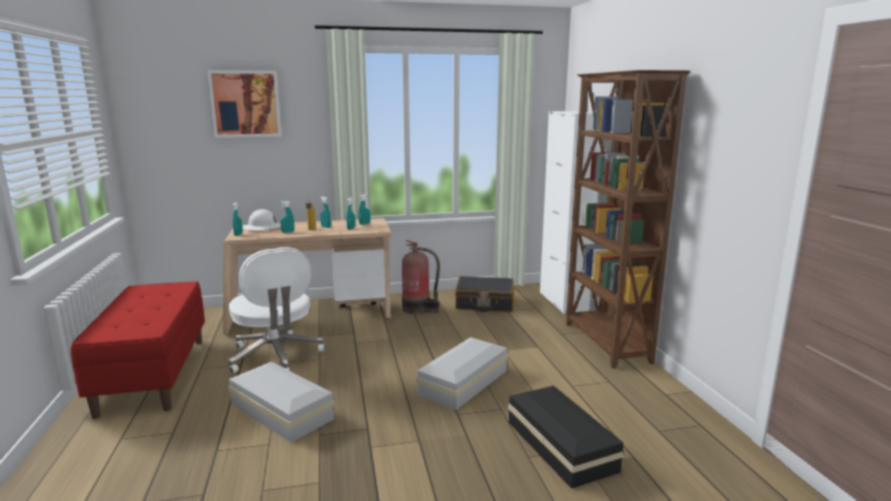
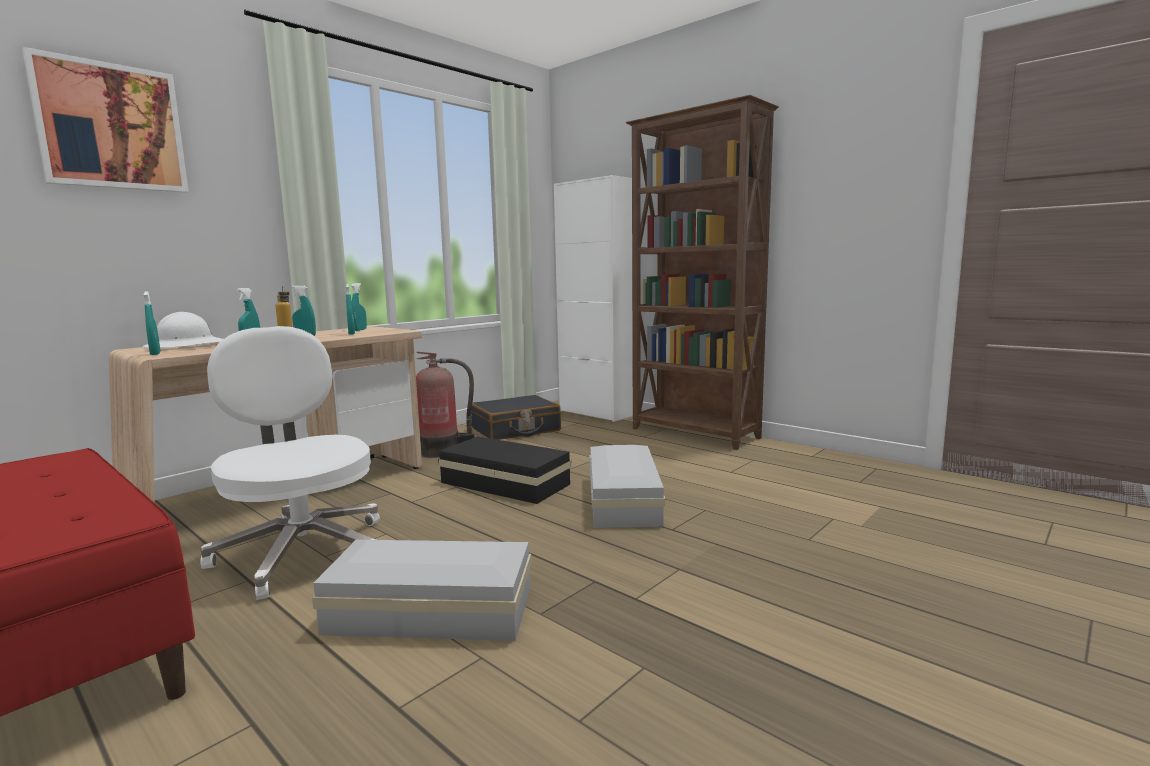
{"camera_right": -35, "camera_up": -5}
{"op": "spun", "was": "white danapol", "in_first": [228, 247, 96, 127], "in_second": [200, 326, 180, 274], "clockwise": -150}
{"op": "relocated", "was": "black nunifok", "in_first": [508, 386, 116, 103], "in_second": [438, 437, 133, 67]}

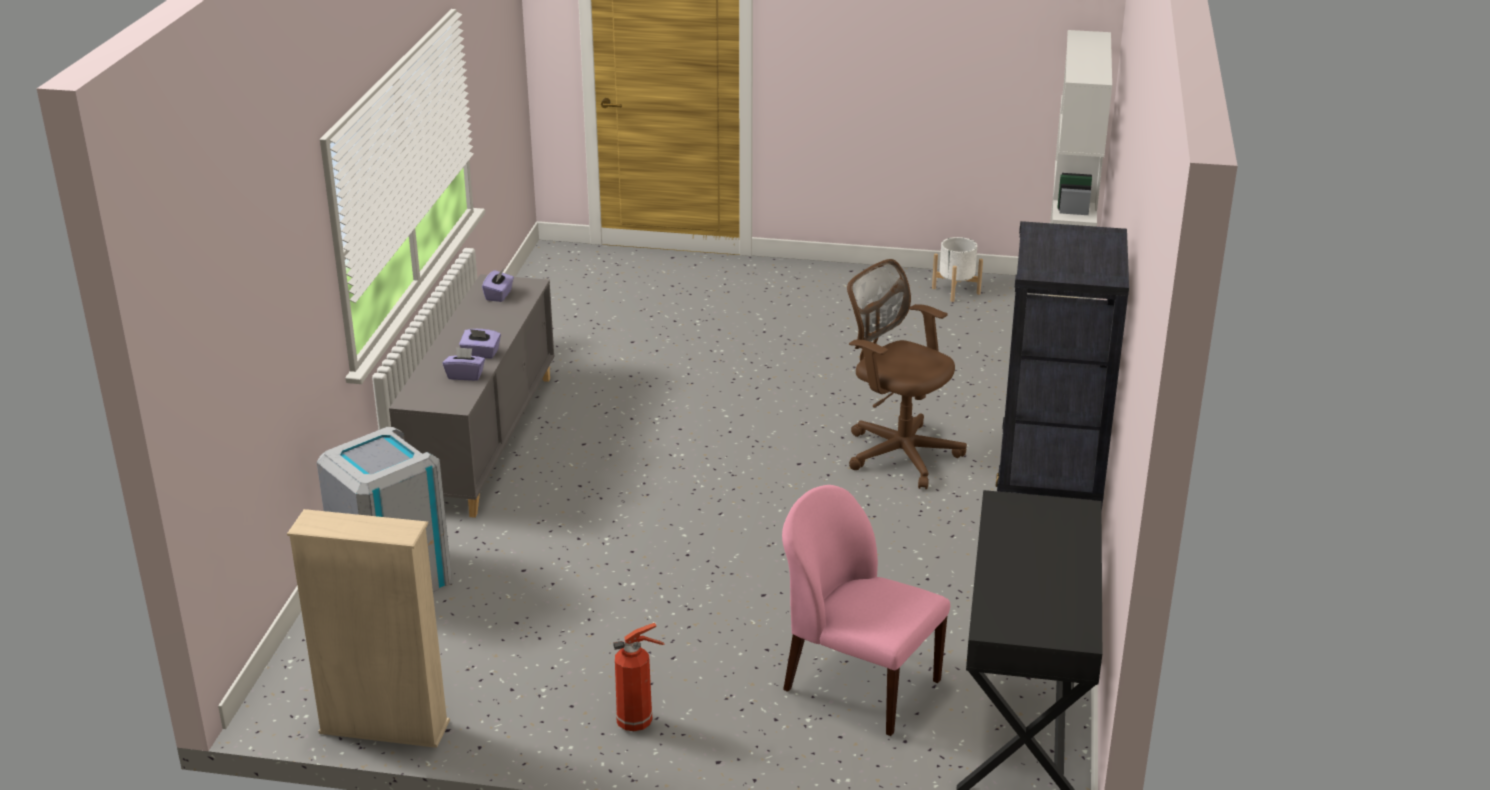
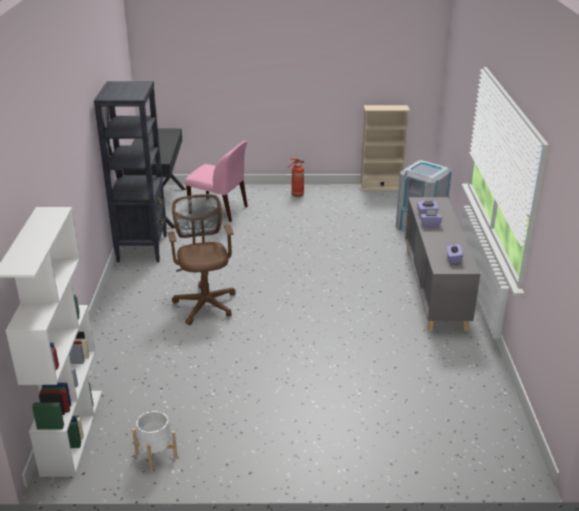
{"camera_right": 170, "camera_up": 0}
{"op": "spun", "was": "brown danapol", "in_first": [847, 259, 120, 230], "in_second": [167, 194, 69, 131], "clockwise": -135}

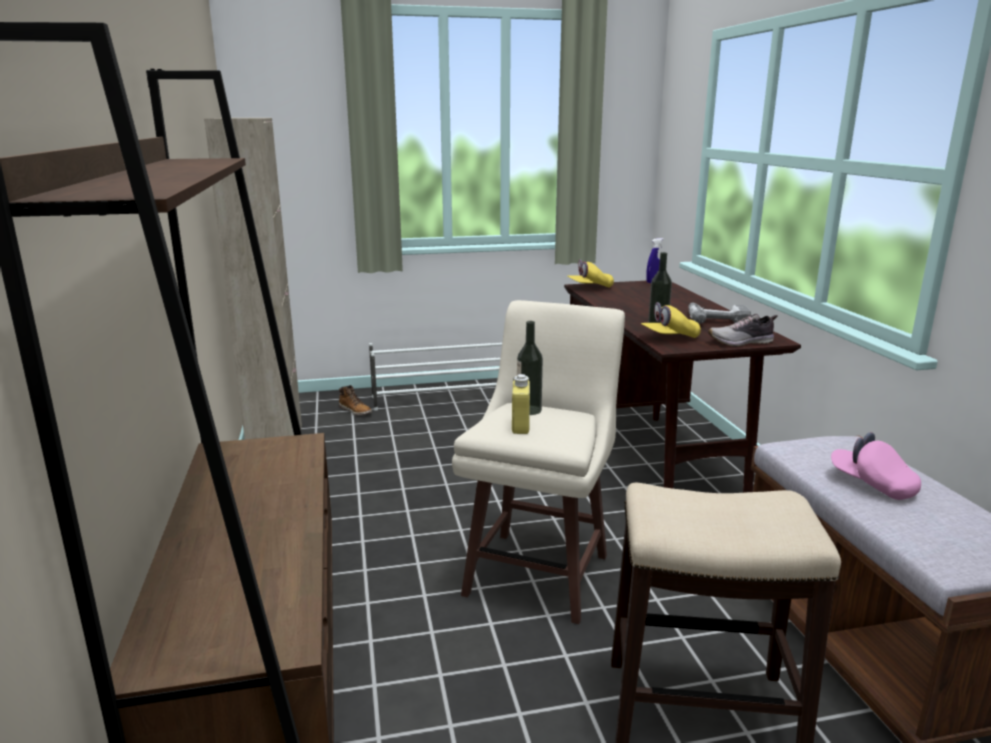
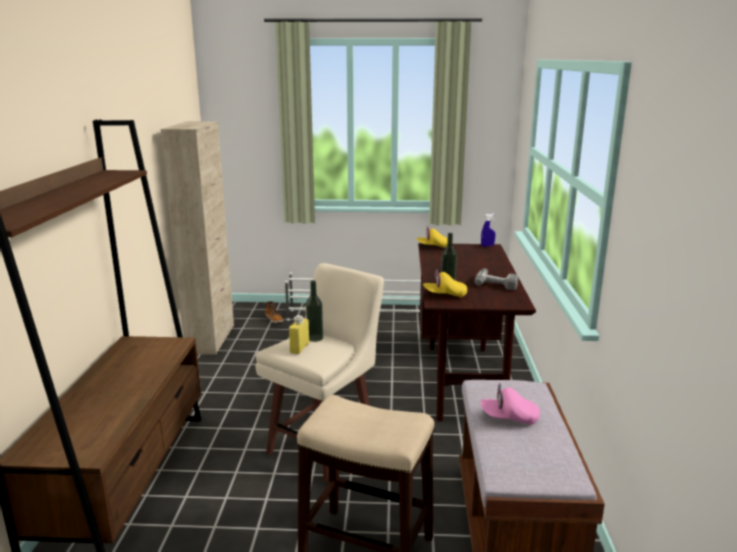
{"camera_right": 15, "camera_up": 0}
{"op": "spun", "was": "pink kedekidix", "in_first": [831, 432, 90, 68], "in_second": [480, 383, 60, 42], "clockwise": -60}
{"op": "missing", "was": "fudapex", "in_first": [708, 314, 70, 33]}

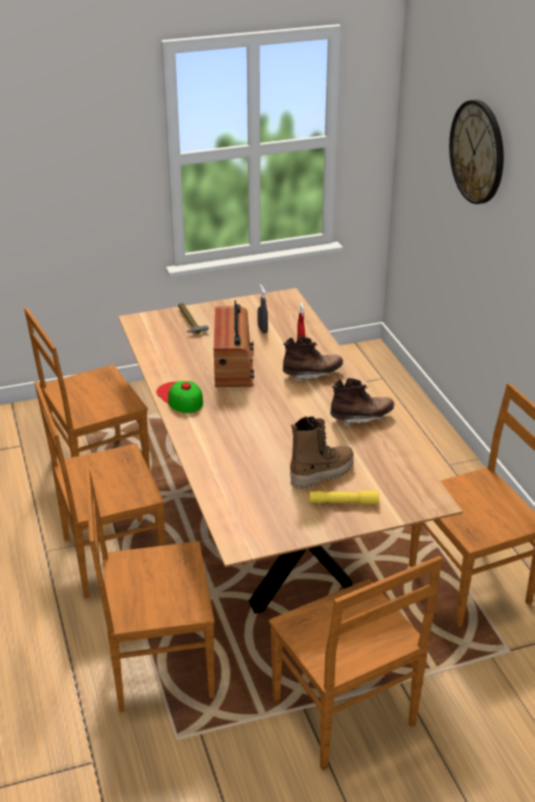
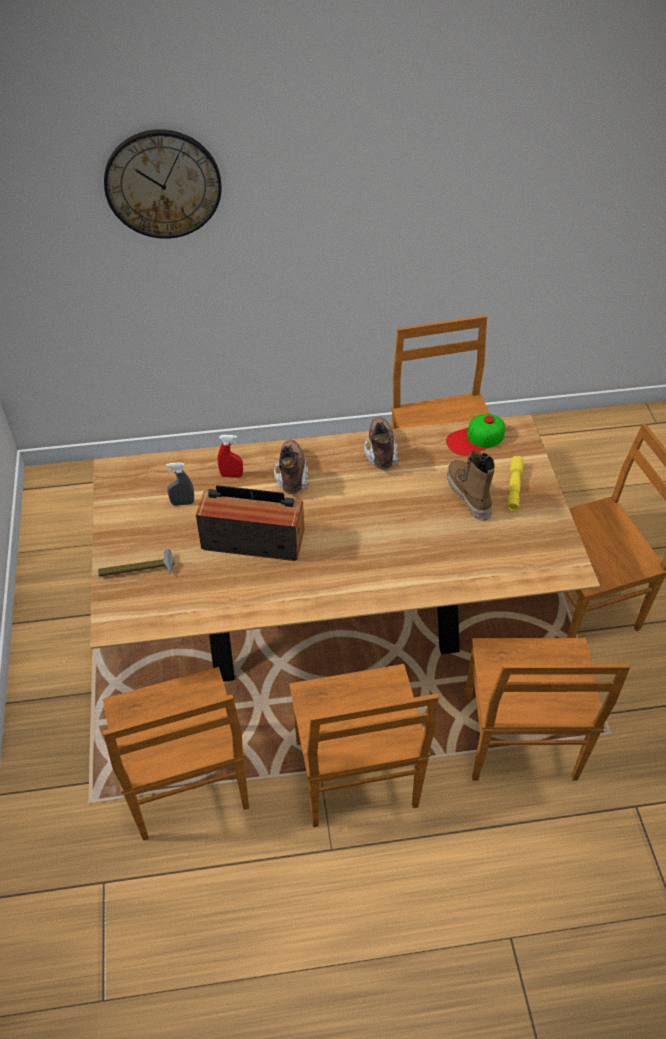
{"camera_right": -80, "camera_up": 15}
{"op": "relocated", "was": "kedekidix", "in_first": [156, 381, 47, 32], "in_second": [446, 414, 59, 42]}

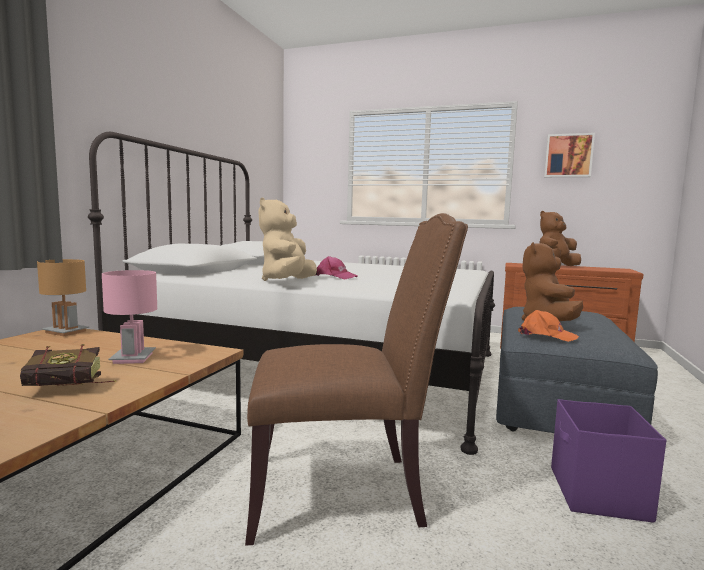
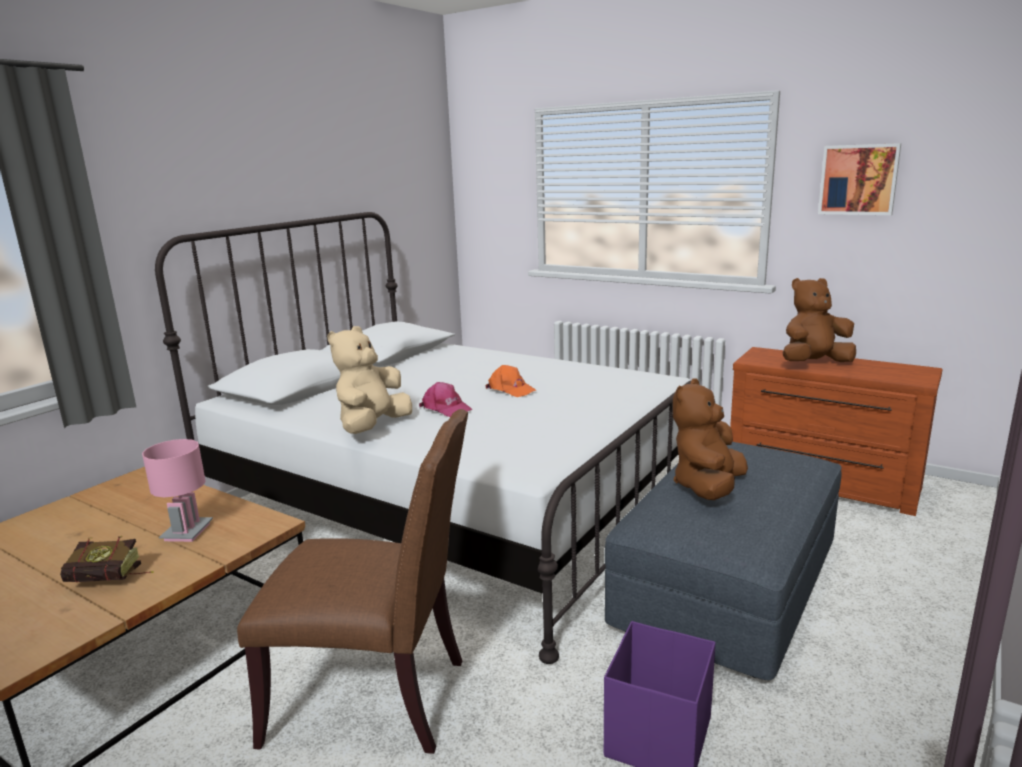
{"camera_right": 15, "camera_up": 10}
{"op": "relocated", "was": "orange kedekidix", "in_first": [518, 310, 61, 32], "in_second": [485, 365, 51, 32]}
{"op": "missing", "was": "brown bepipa", "in_first": [37, 259, 52, 77]}

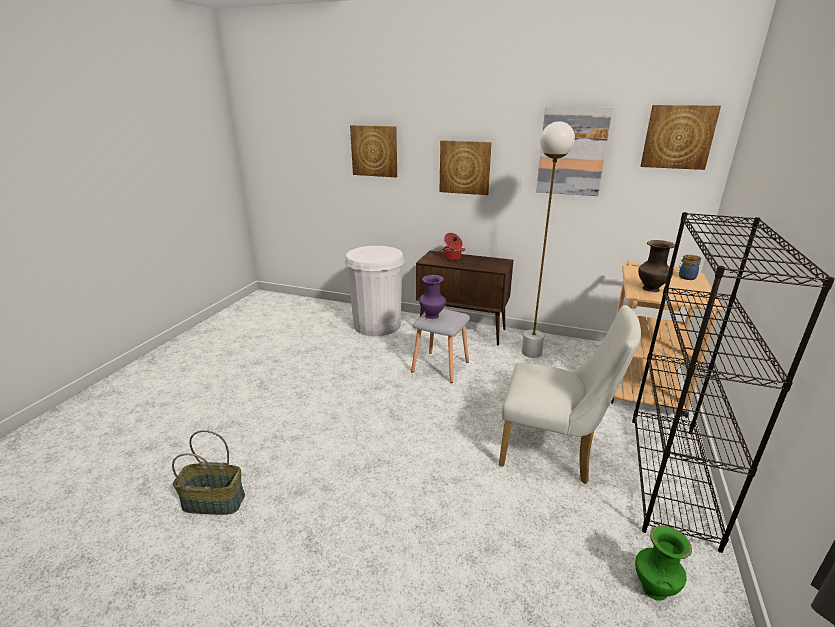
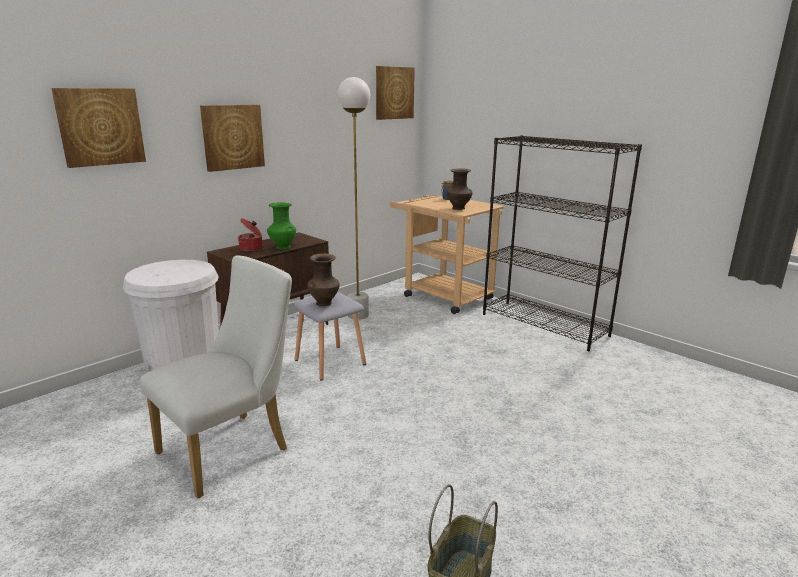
{"camera_right": -65, "camera_up": -5}
{"op": "relocated", "was": "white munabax", "in_first": [499, 305, 142, 179], "in_second": [140, 256, 152, 243]}
{"op": "relocated", "was": "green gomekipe", "in_first": [635, 525, 57, 75], "in_second": [267, 202, 29, 48]}
{"op": "colour", "was": "purple gomekipe", "now": "brown gomekipe", "in_first": [419, 275, 27, 44], "in_second": [307, 254, 33, 53]}
{"op": "missing", "was": "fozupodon", "in_first": [536, 107, 77, 89]}

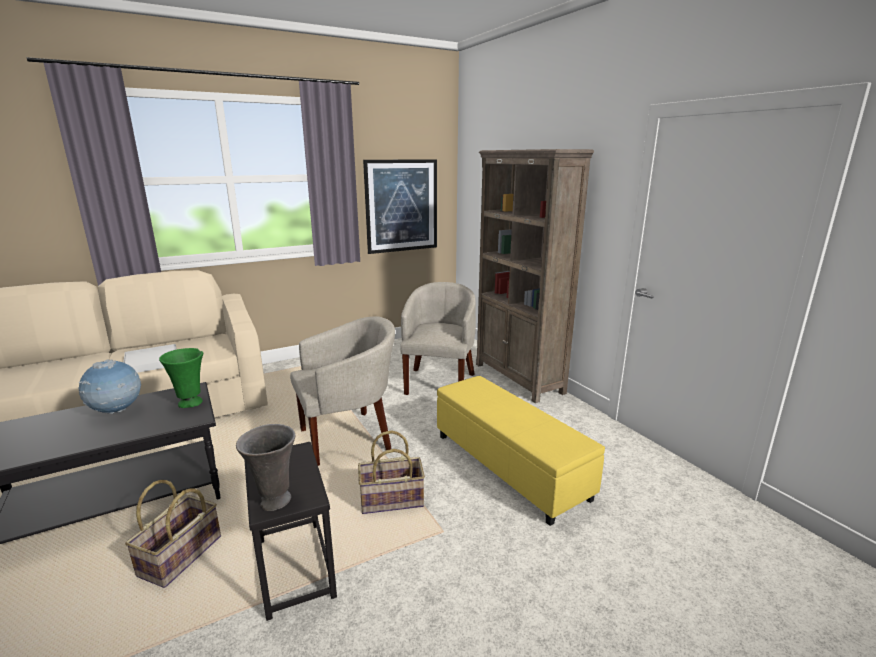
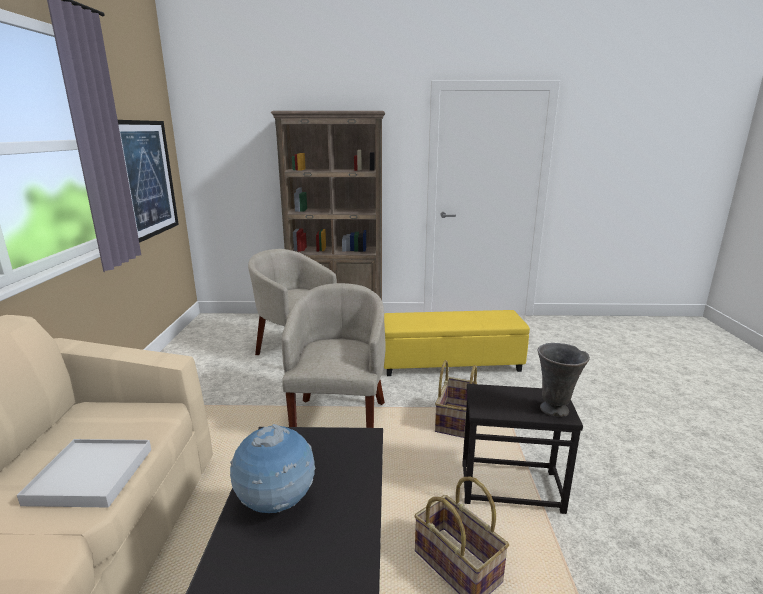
{"camera_right": -60, "camera_up": 0}
{"op": "missing", "was": "green gomekipe", "in_first": [159, 348, 44, 60]}

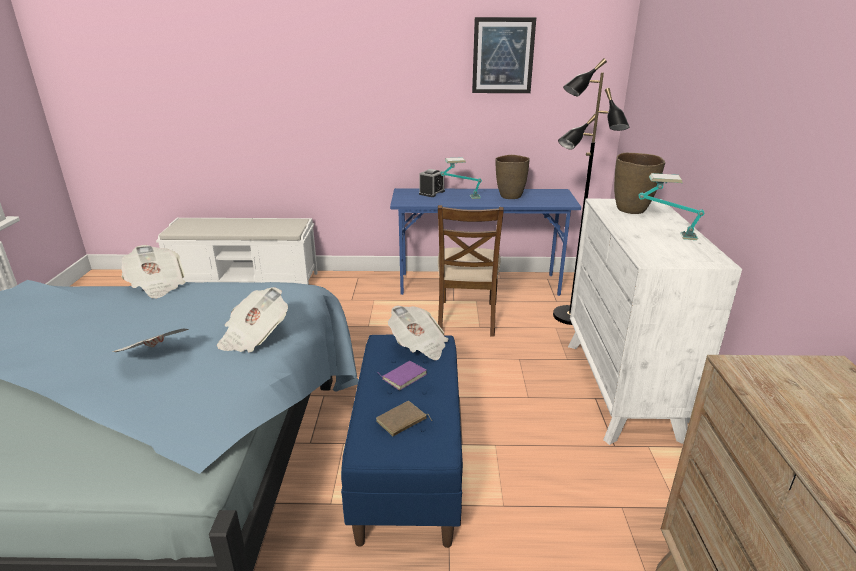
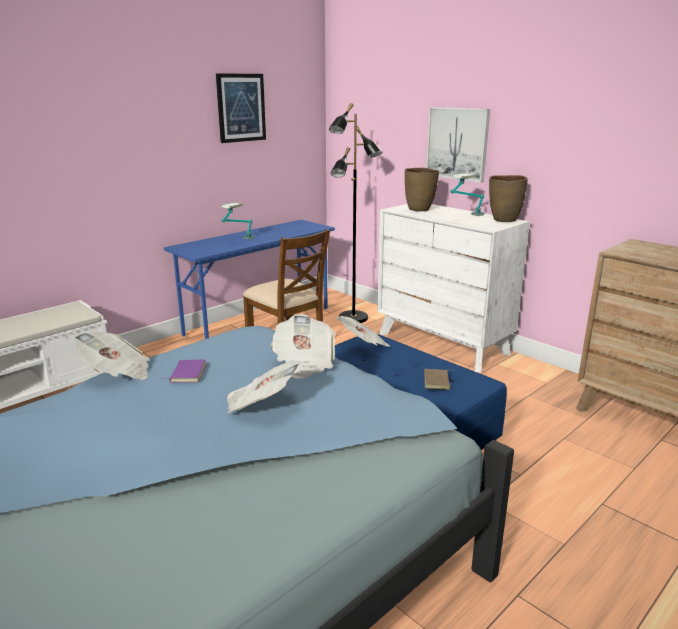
{"camera_right": -45, "camera_up": -5}
{"op": "relocated", "was": "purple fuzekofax", "in_first": [377, 361, 50, 29], "in_second": [161, 359, 46, 24]}
{"op": "appeared", "now": "fozupodon", "in_second": [426, 107, 64, 76]}
{"op": "relocated", "was": "brown gomekipe", "in_first": [495, 155, 35, 44], "in_second": [489, 175, 39, 47]}
{"op": "missing", "was": "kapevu", "in_first": [419, 169, 26, 28]}

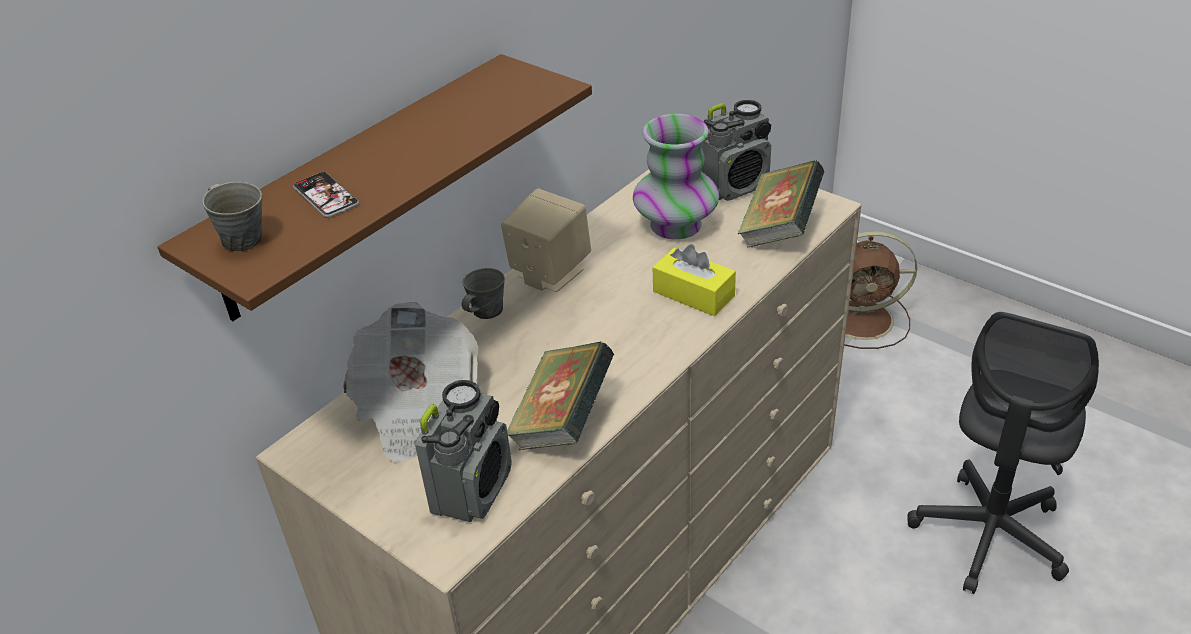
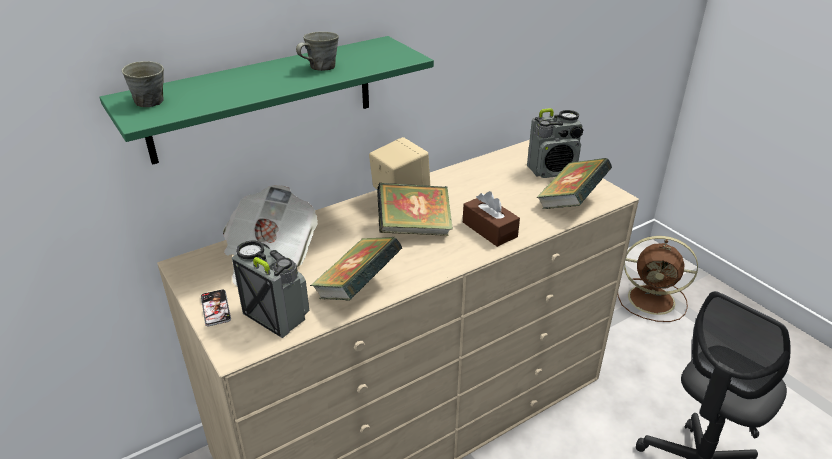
{"camera_right": 15, "camera_up": -5}
{"op": "colour", "was": "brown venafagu", "now": "green venafagu", "in_first": [157, 54, 435, 267], "in_second": [100, 36, 334, 129]}
{"op": "relocated", "was": "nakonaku", "in_first": [293, 172, 66, 46], "in_second": [201, 289, 30, 37]}
{"op": "spun", "was": "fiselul", "in_first": [414, 380, 98, 142], "in_second": [232, 241, 77, 97], "clockwise": -90}
{"op": "relocated", "was": "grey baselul", "in_first": [462, 268, 43, 51], "in_second": [296, 32, 43, 39]}
{"op": "appeared", "now": "fuzekofax", "in_second": [377, 183, 76, 53]}
{"op": "colour", "was": "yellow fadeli", "now": "brown fadeli", "in_first": [653, 244, 83, 72], "in_second": [463, 191, 57, 56]}
{"op": "missing", "was": "gomekipe", "in_first": [633, 114, 86, 125]}

